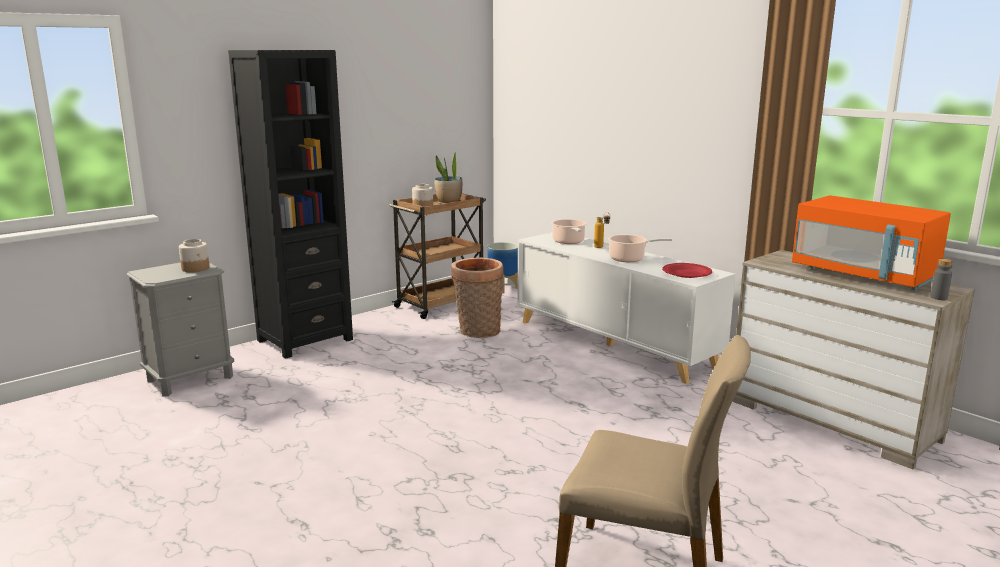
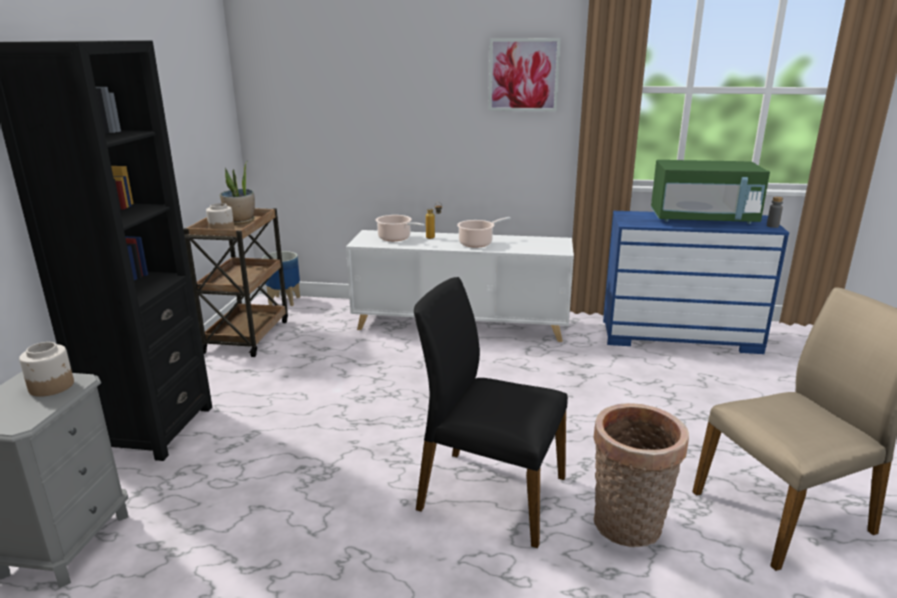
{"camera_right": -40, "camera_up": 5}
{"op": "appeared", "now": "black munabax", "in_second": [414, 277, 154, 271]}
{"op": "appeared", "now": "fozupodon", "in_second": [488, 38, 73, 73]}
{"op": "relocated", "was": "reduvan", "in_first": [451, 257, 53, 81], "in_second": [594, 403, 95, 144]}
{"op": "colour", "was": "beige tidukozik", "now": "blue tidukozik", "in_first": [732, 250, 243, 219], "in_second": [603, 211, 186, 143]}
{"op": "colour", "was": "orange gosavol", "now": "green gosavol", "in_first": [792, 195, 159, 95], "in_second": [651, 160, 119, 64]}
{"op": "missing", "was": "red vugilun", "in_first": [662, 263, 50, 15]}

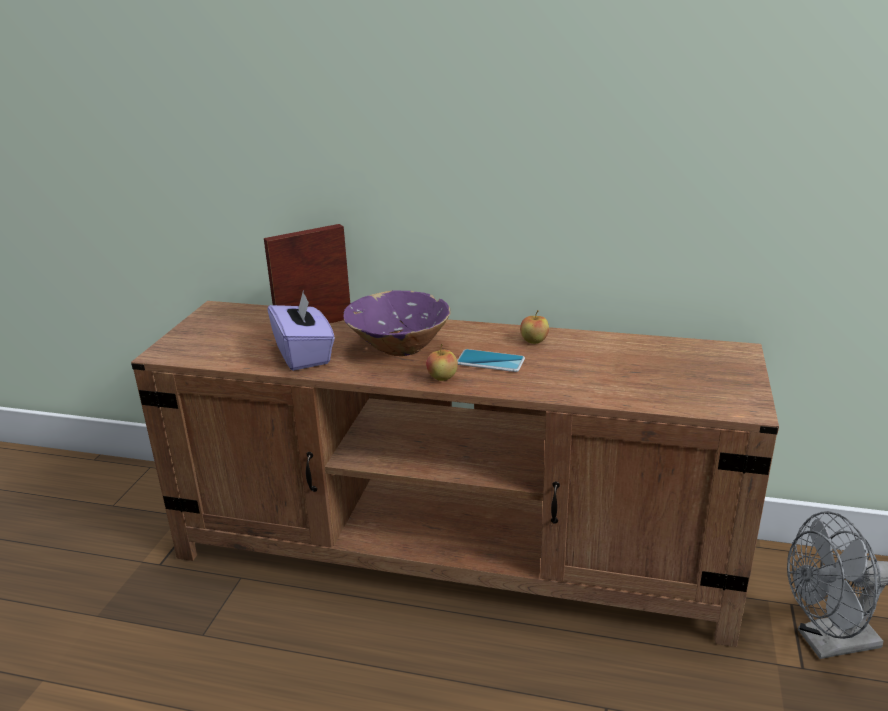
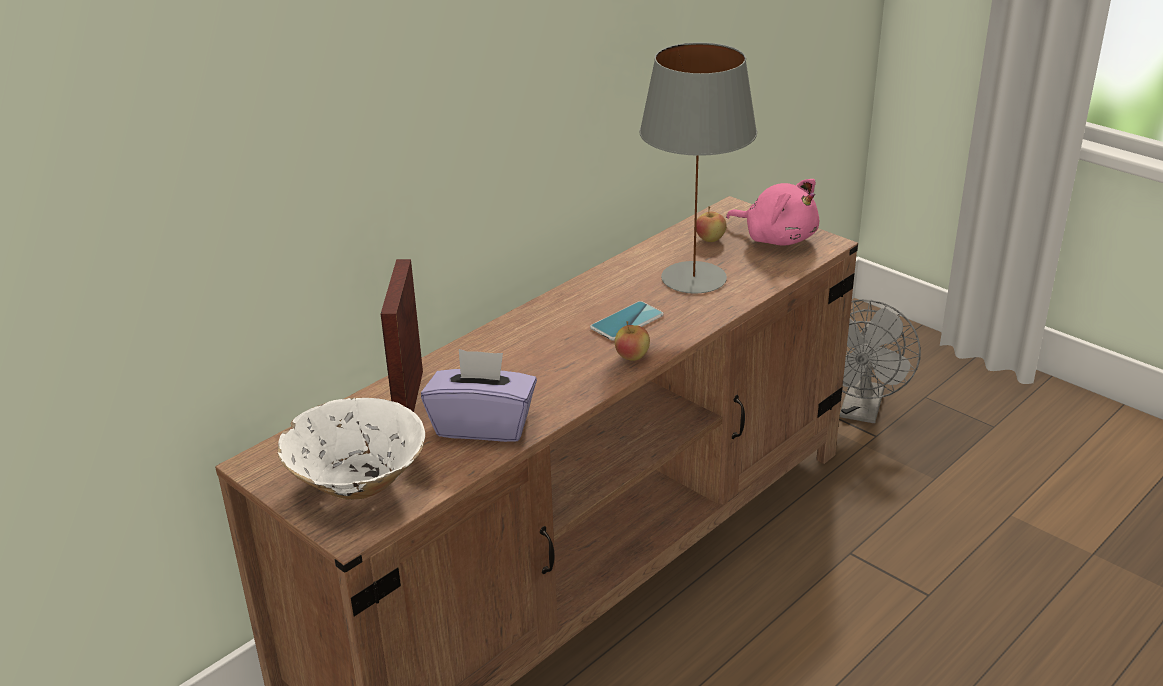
{"camera_right": -60, "camera_up": 5}
{"op": "appeared", "now": "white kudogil", "in_second": [277, 398, 148, 102]}
{"op": "appeared", "now": "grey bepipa", "in_second": [639, 42, 118, 252]}
{"op": "relocated", "was": "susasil", "in_first": [520, 310, 29, 34], "in_second": [696, 207, 31, 35]}
{"op": "appeared", "now": "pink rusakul", "in_second": [726, 179, 93, 66]}
{"op": "missing", "was": "purple kudogil", "in_first": [343, 290, 108, 66]}

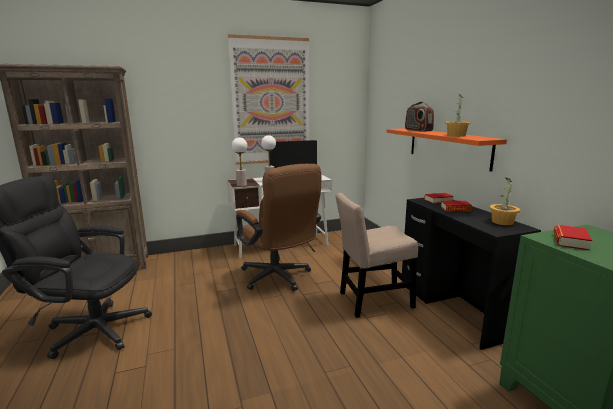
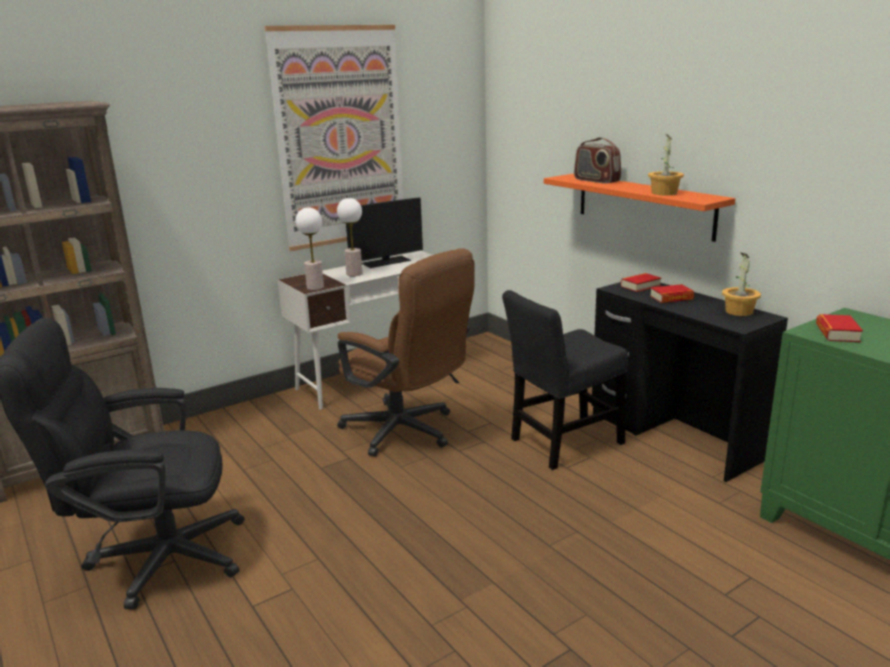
{"camera_right": -15, "camera_up": 5}
{"op": "colour", "was": "beige munabax", "now": "black munabax", "in_first": [336, 193, 82, 125], "in_second": [502, 290, 126, 180]}

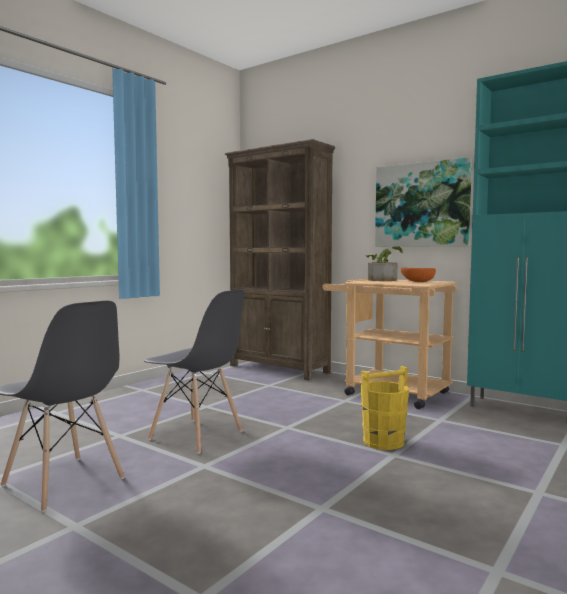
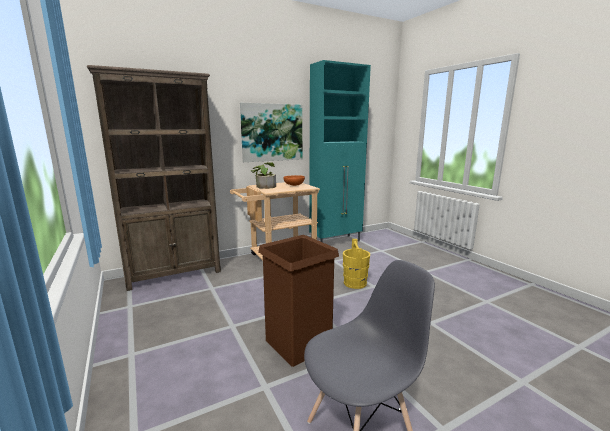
{"camera_right": -65, "camera_up": 10}
{"op": "exchanged", "was": "grey munabax", "now": "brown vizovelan", "in_first": [144, 290, 101, 164], "in_second": [258, 235, 81, 132]}

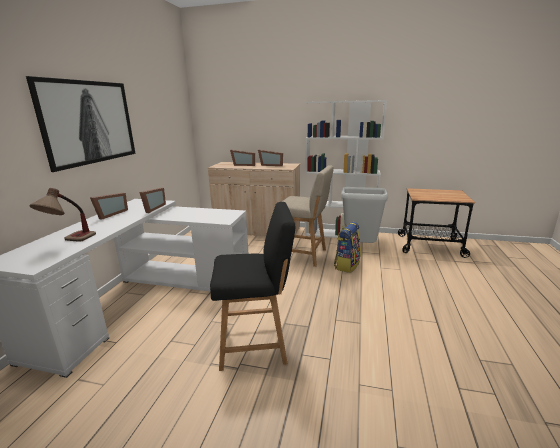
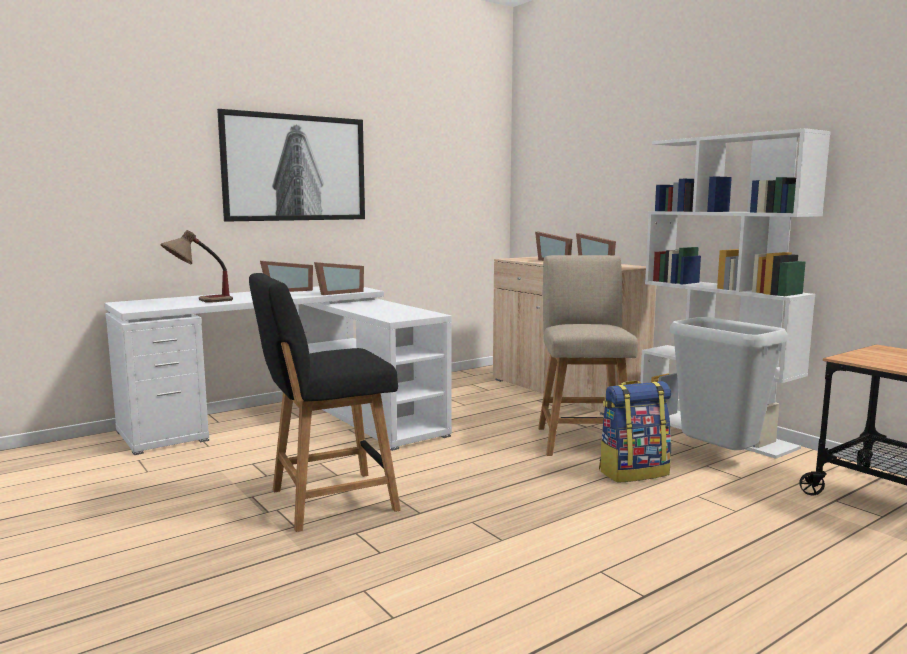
{"camera_right": 40, "camera_up": -10}
{"op": "spun", "was": "black munabax", "in_first": [210, 202, 85, 169], "in_second": [249, 273, 152, 259], "clockwise": 120}
{"op": "spun", "was": "beige munabax", "in_first": [282, 165, 52, 102], "in_second": [538, 255, 100, 201], "clockwise": -150}

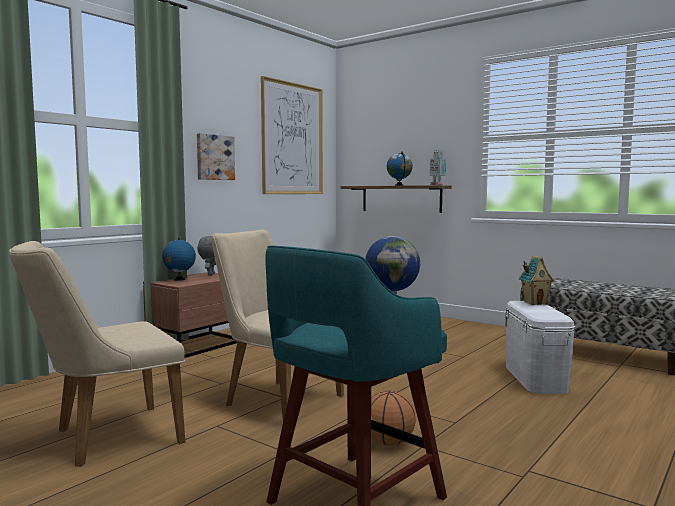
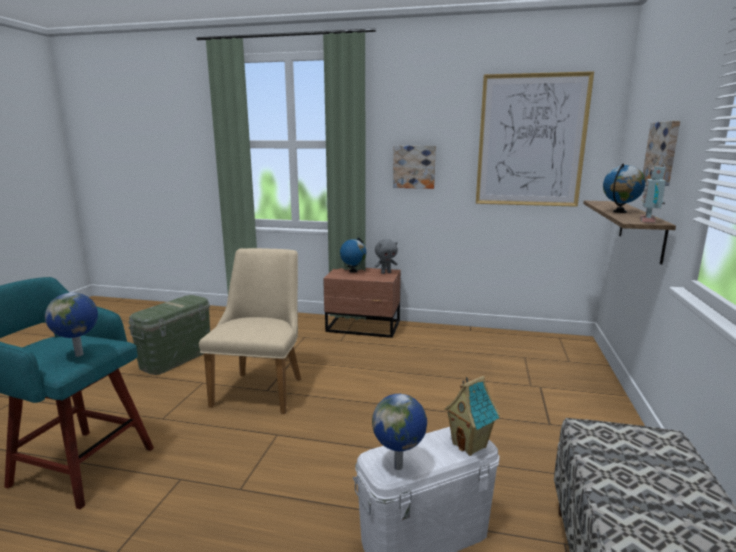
{"camera_right": 65, "camera_up": 10}
{"op": "exchanged", "was": "beige munabax", "now": "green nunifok", "in_first": [9, 241, 176, 226], "in_second": [128, 295, 82, 80]}
{"op": "appeared", "now": "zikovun", "in_second": [372, 394, 55, 76]}
{"op": "appeared", "now": "fozupodon", "in_second": [643, 121, 37, 65]}
{"op": "missing", "was": "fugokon", "in_first": [371, 390, 45, 56]}

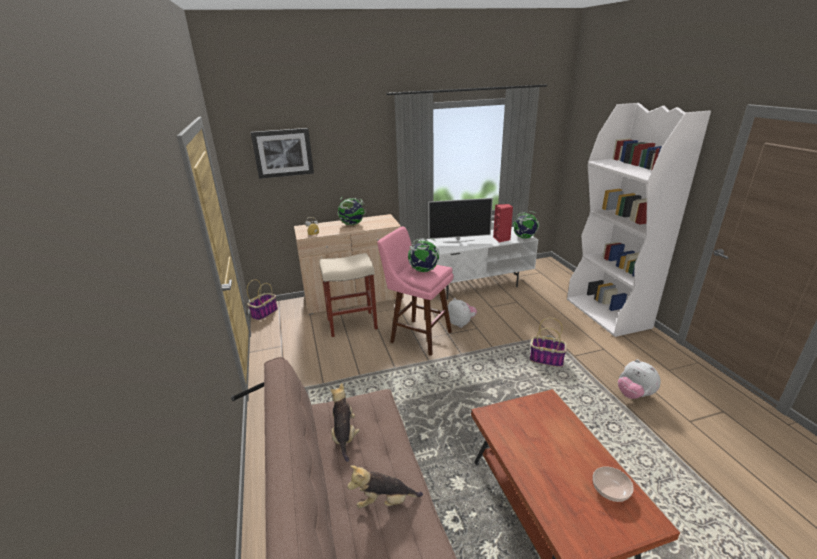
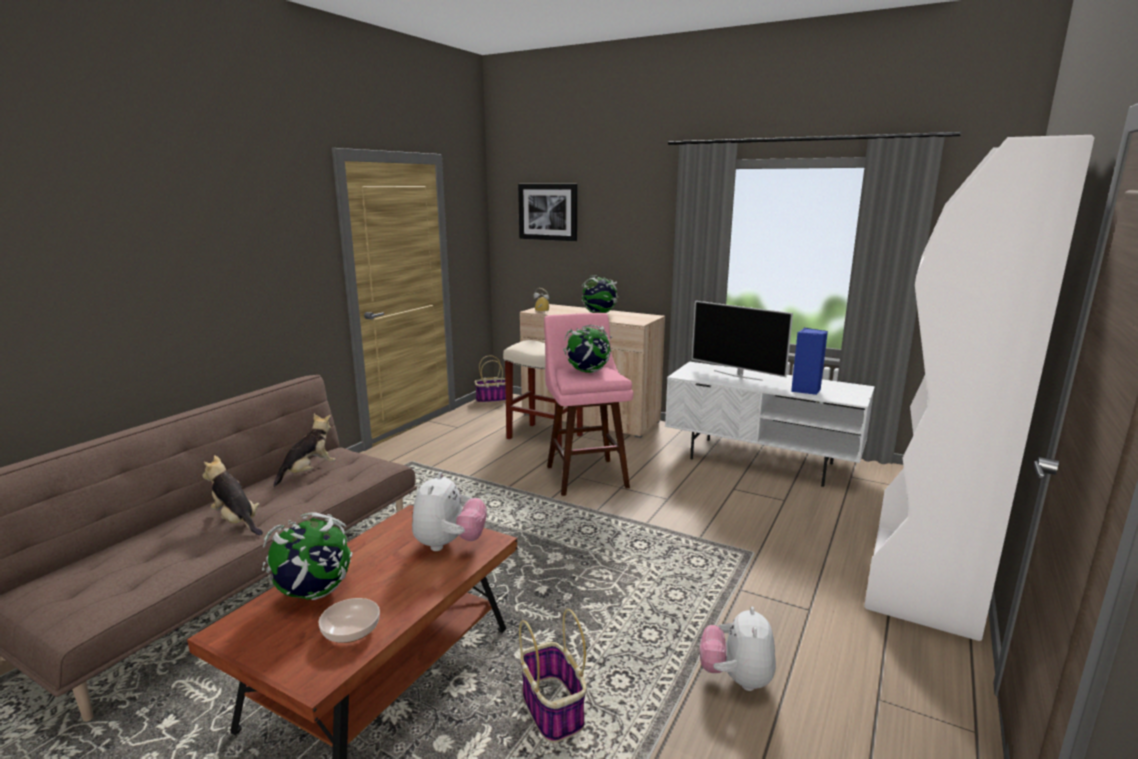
{"camera_right": 45, "camera_up": -10}
{"op": "relocated", "was": "zikovun", "in_first": [513, 211, 26, 28], "in_second": [262, 512, 90, 88]}
{"op": "relocated", "was": "rusakul", "in_first": [448, 298, 29, 30], "in_second": [412, 472, 75, 79]}
{"op": "relocated", "was": "reduvan", "in_first": [530, 318, 37, 49], "in_second": [519, 609, 68, 134]}
{"op": "colour", "was": "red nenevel", "now": "blue nenevel", "in_first": [493, 204, 20, 39], "in_second": [791, 328, 37, 67]}

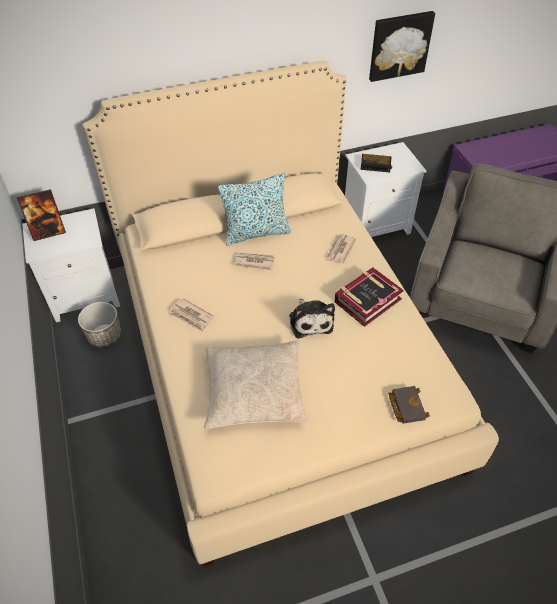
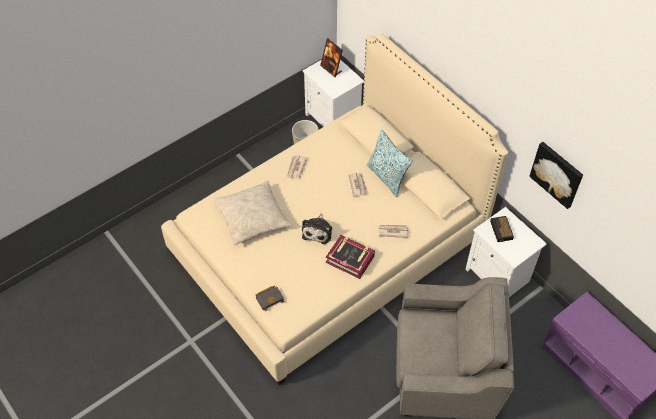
{"camera_right": 70, "camera_up": 5}
{"op": "spun", "was": "rusakul", "in_first": [289, 299, 46, 39], "in_second": [302, 213, 30, 31], "clockwise": -45}

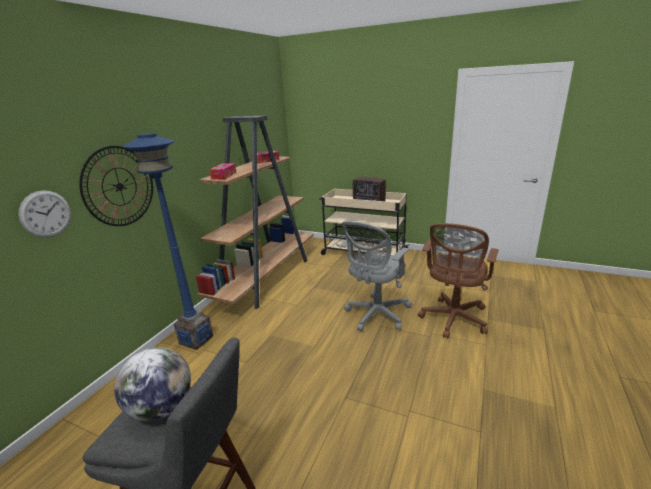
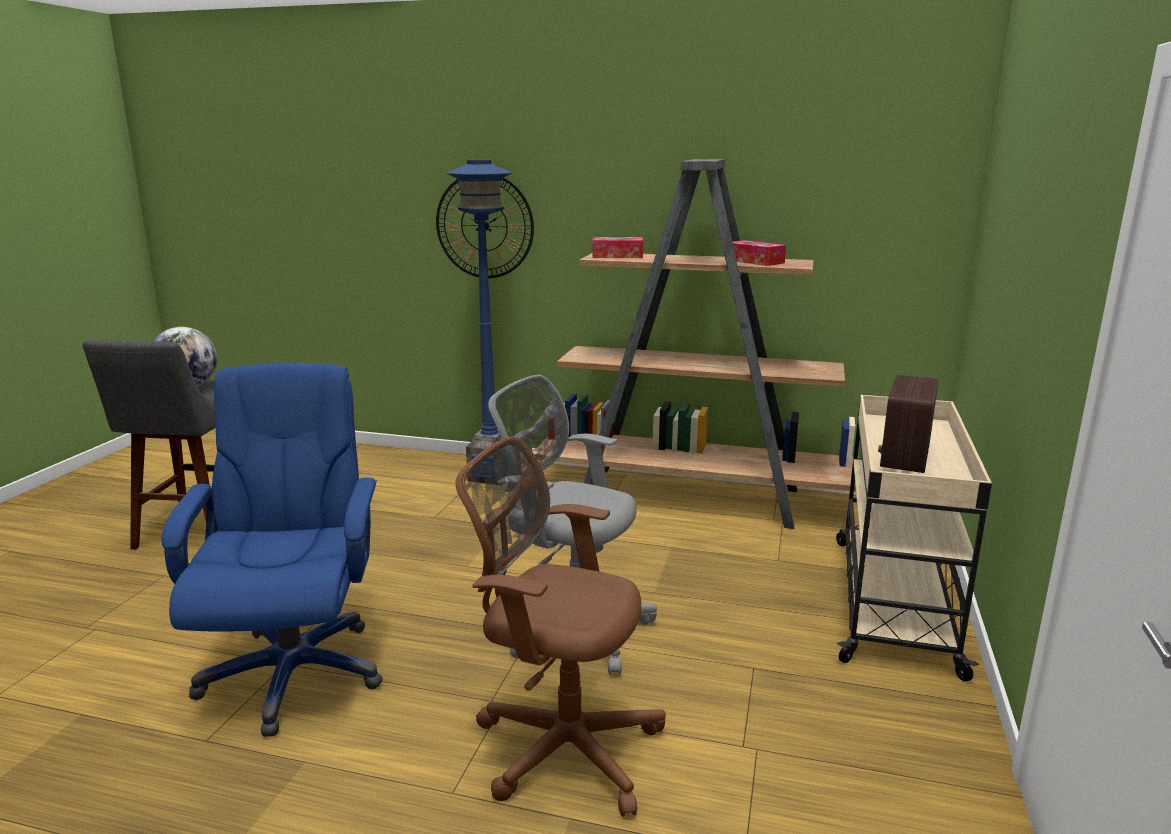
{"camera_right": 80, "camera_up": -5}
{"op": "appeared", "now": "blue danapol", "in_second": [162, 362, 221, 375]}
{"op": "missing", "was": "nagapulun", "in_first": [18, 190, 53, 47]}

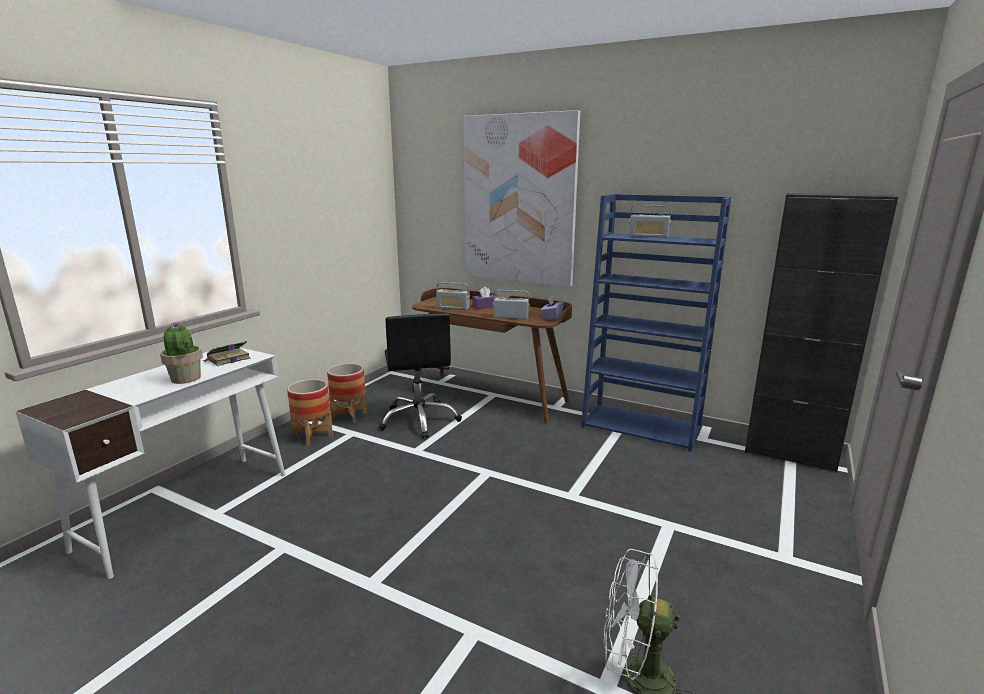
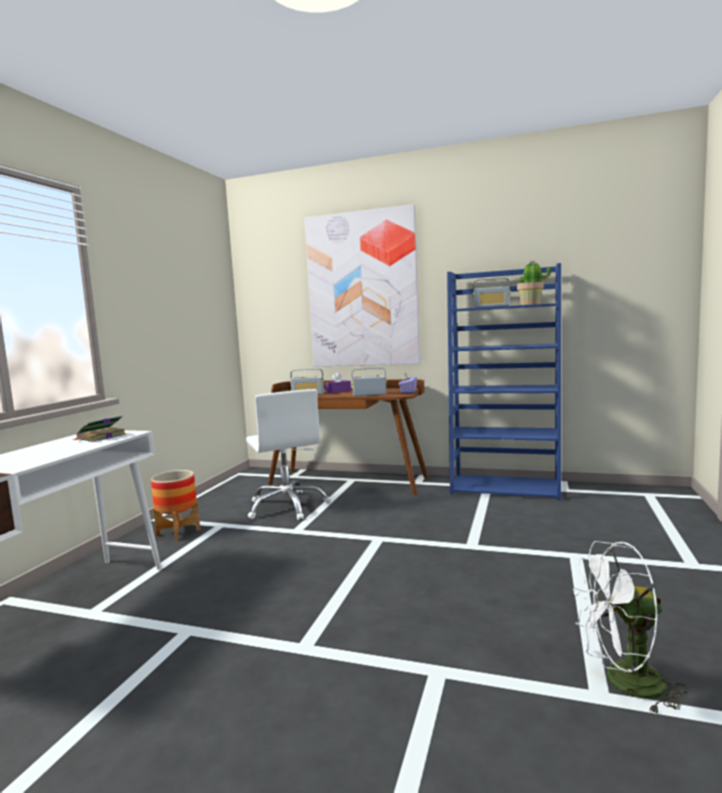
{"camera_right": -10, "camera_up": -10}
{"op": "colour", "was": "black danapol", "now": "white danapol", "in_first": [378, 313, 84, 125], "in_second": [246, 389, 85, 131]}
{"op": "relocated", "was": "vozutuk", "in_first": [160, 322, 43, 62], "in_second": [517, 261, 34, 44]}
{"op": "missing", "was": "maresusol", "in_first": [327, 363, 40, 60]}
{"op": "missing", "was": "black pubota", "in_first": [745, 193, 153, 280]}

